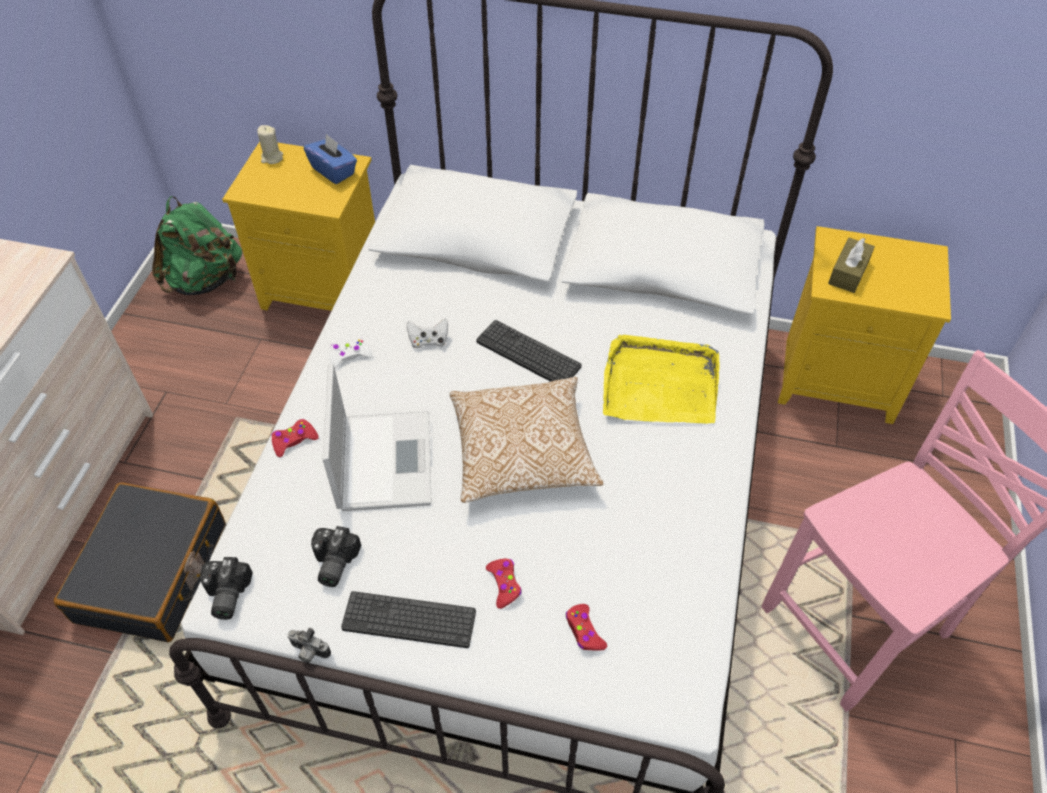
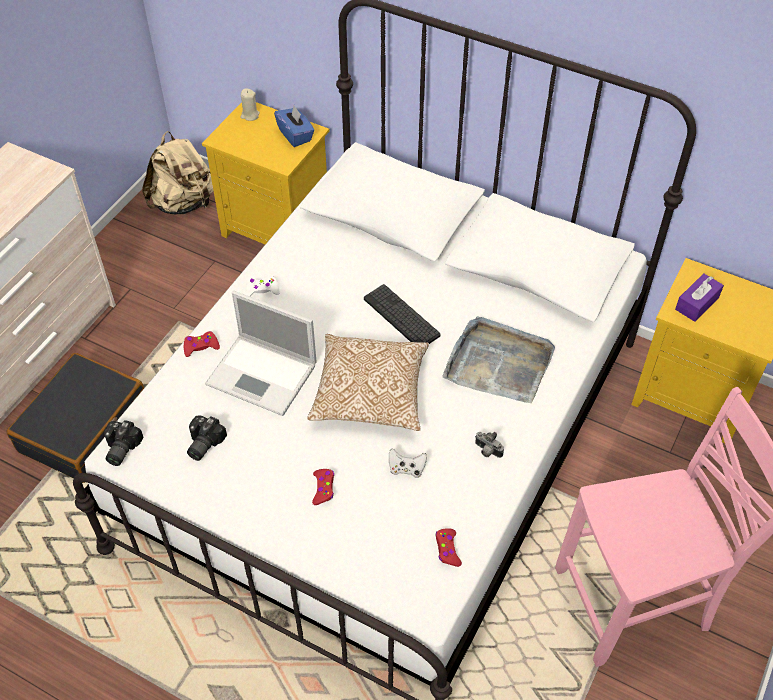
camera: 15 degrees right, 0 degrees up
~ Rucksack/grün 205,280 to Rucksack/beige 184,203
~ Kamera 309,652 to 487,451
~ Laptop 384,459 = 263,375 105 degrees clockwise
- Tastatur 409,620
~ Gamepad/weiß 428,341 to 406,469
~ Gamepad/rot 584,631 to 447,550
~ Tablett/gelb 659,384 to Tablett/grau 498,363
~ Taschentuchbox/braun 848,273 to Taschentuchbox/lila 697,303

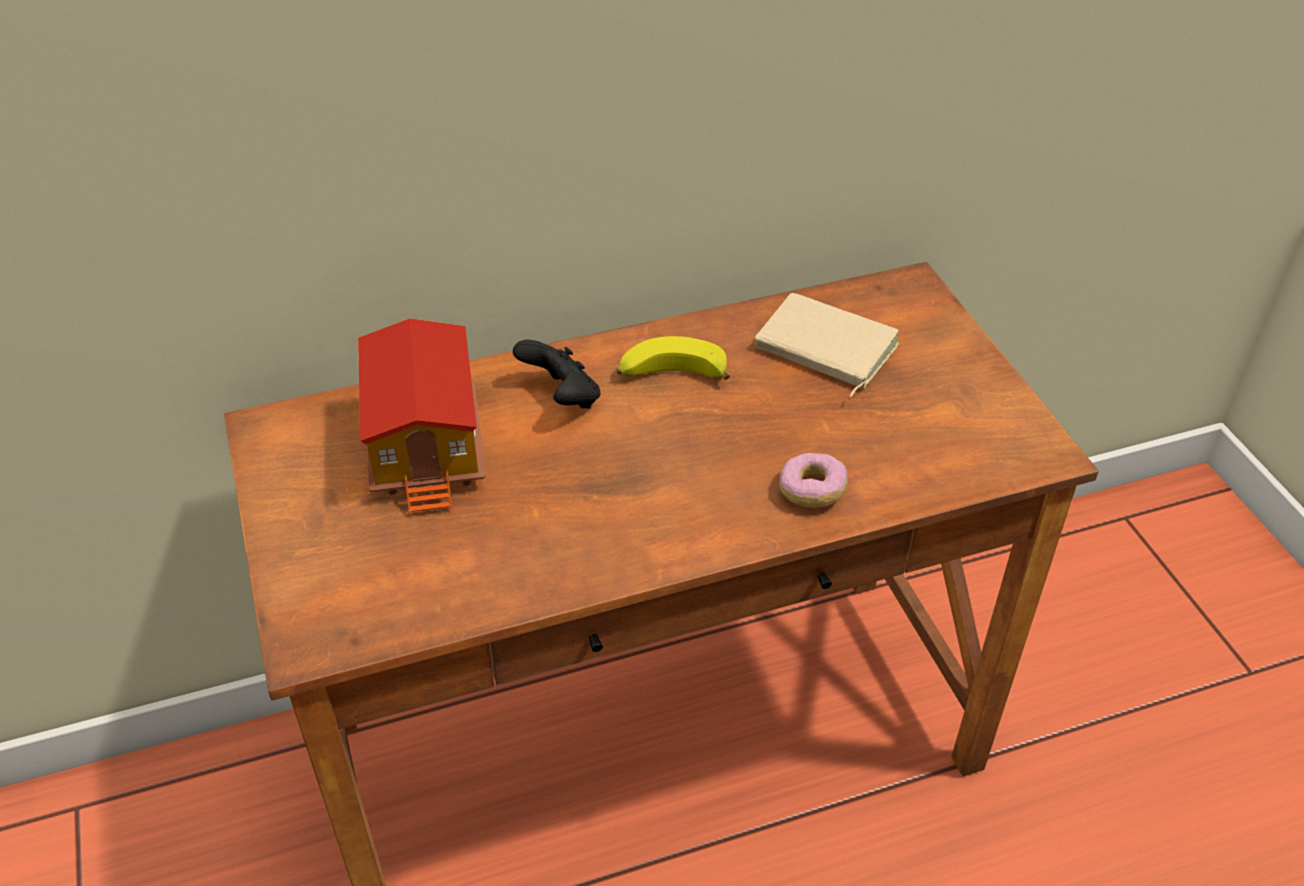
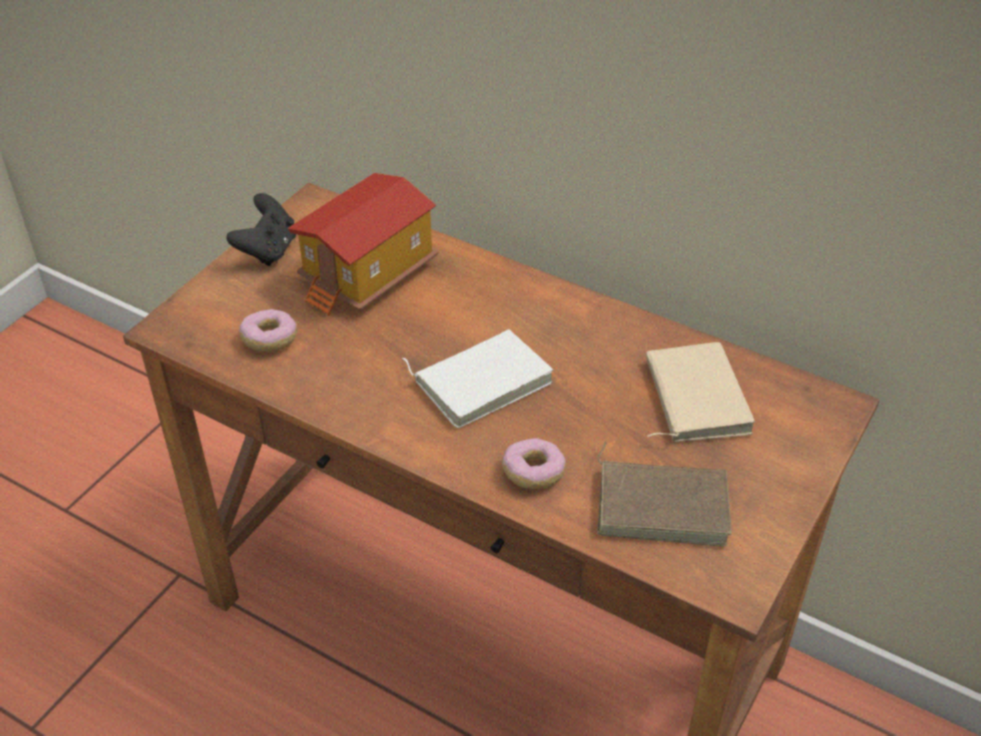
camera: 50 degrees right, 0 degrees up
~ Gamepad/schwarz 562,397 to 268,250
- Banane 671,376
+ Donut 270,340
+ Buch/weiß 481,380
+ Buch/braun 663,504

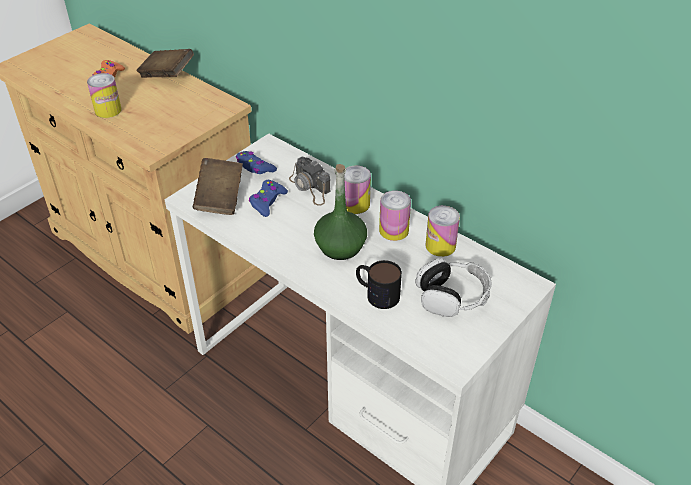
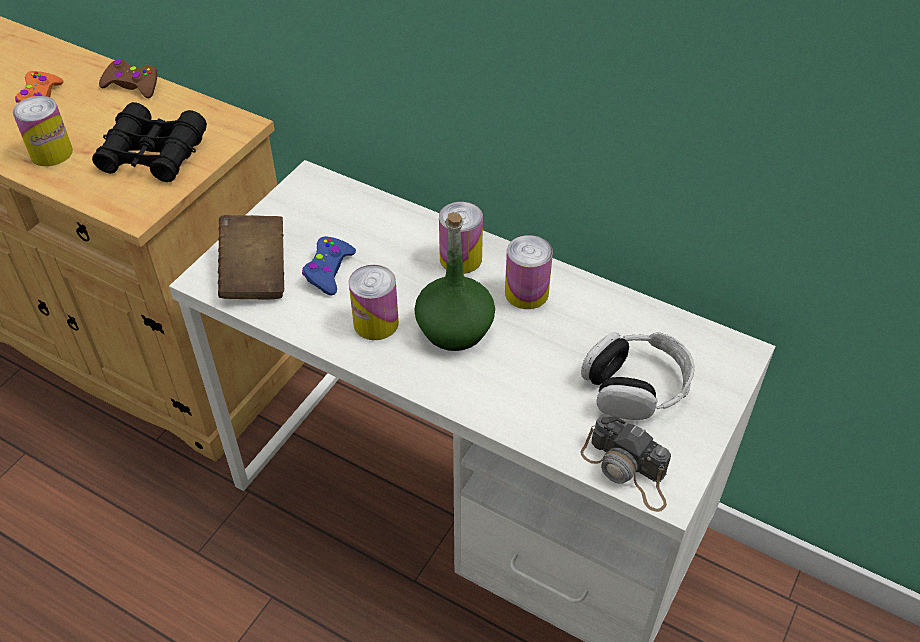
camera: 10 degrees left, 5 degrees up
~ Buch/braun 167,75 to Gamepad/braun 132,85
- Gamepad/blau 255,167
~ Kamera 310,187 to 627,471
- Henkelbecher 376,293
~ Dose 440,246 to 376,323
+ Fernglas/schwarz 153,154

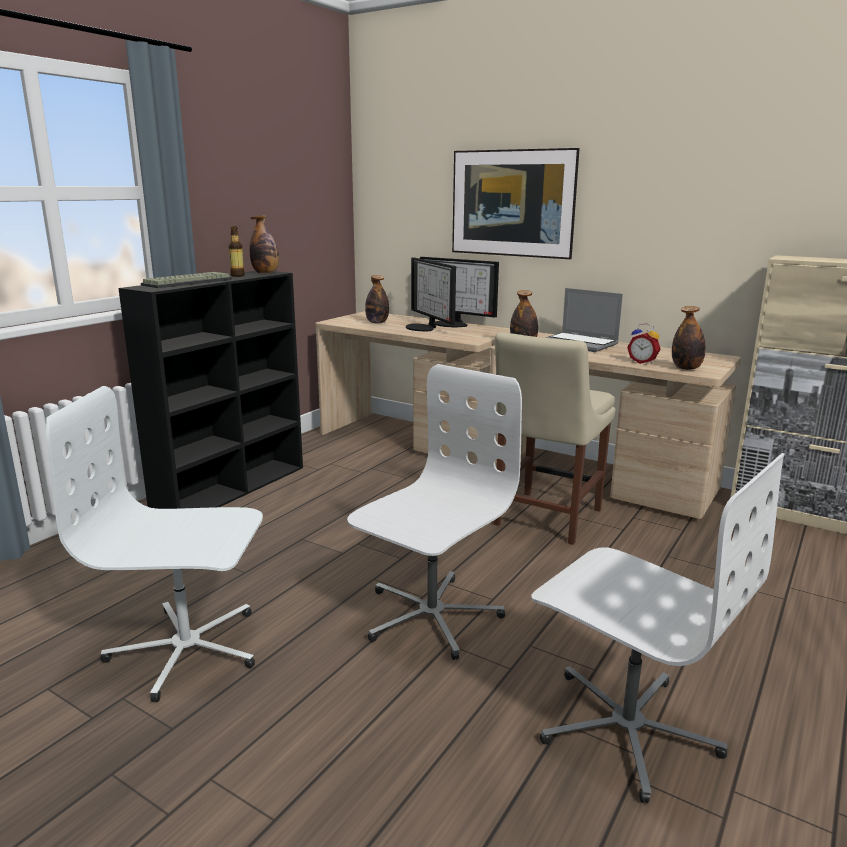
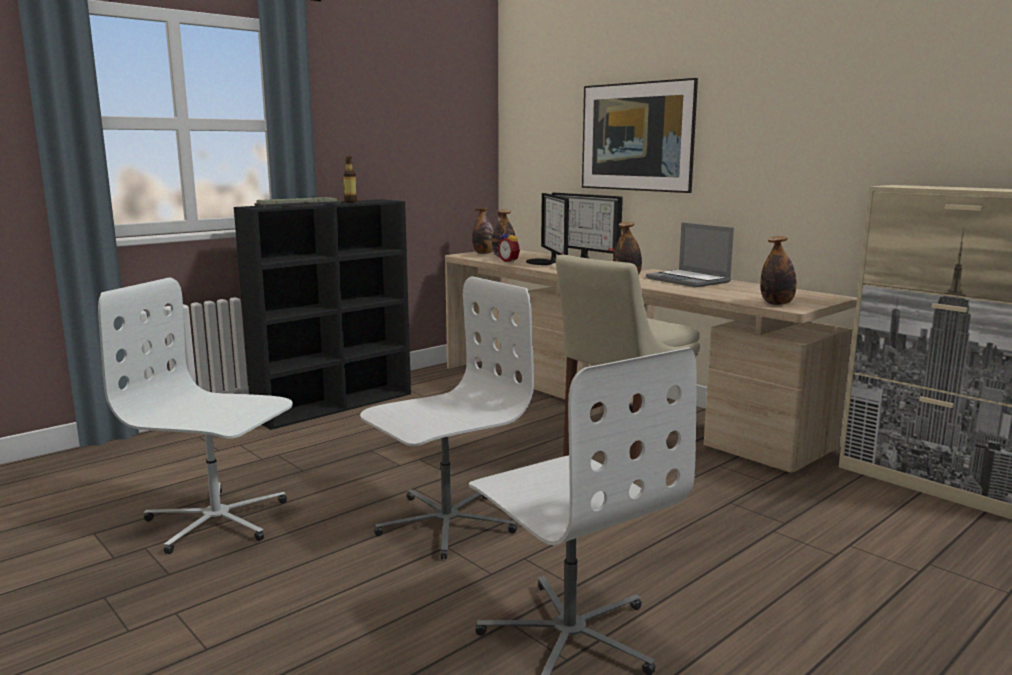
camera: 15 degrees right, 5 degrees down
~ Flasche 265,273 to 484,253
~ Wecker 643,362 to 510,261

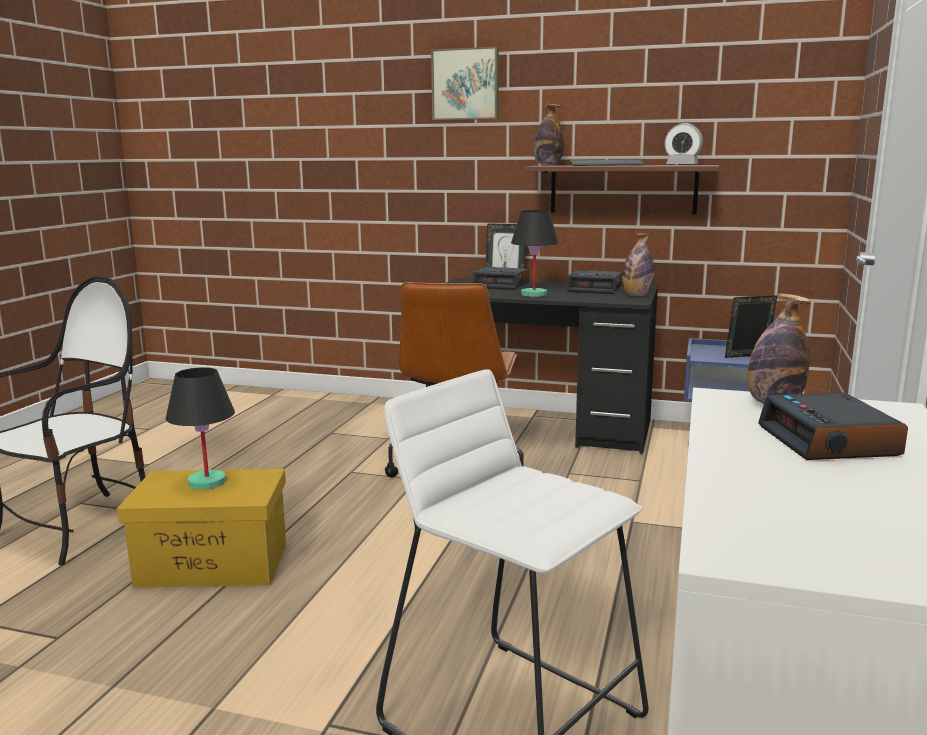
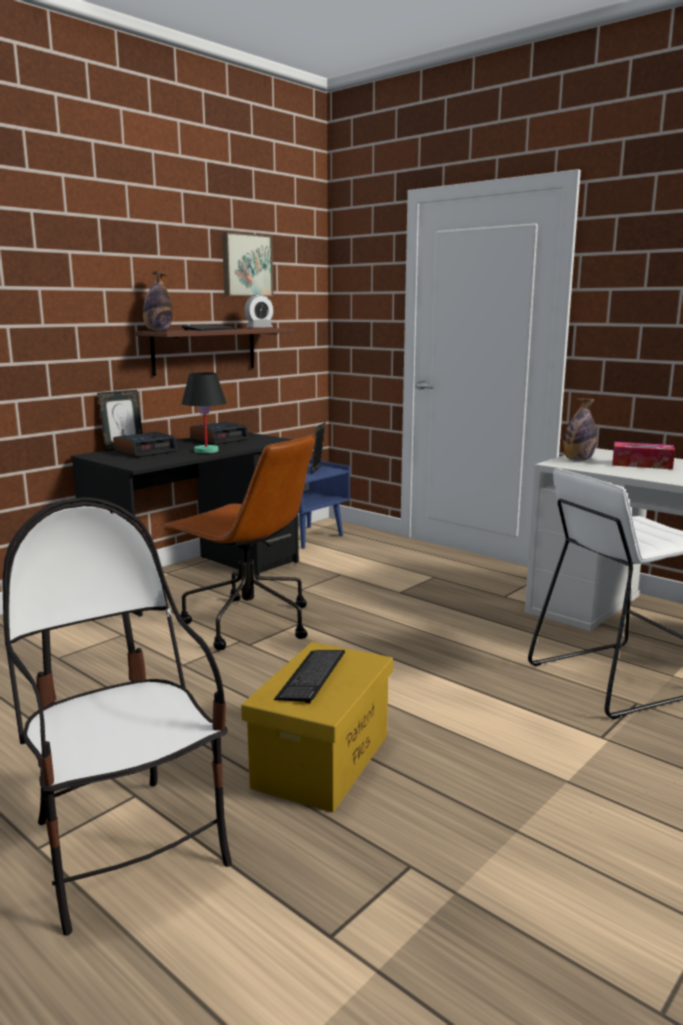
camera: 65 degrees left, 0 degrees up
~ Tischlampe/schwarz 206,482 to Tastatur 311,677
~ Bild 466,84 to 246,265
- Flasche 636,295
~ Wecker 829,441 to Taschentuchbox 641,464

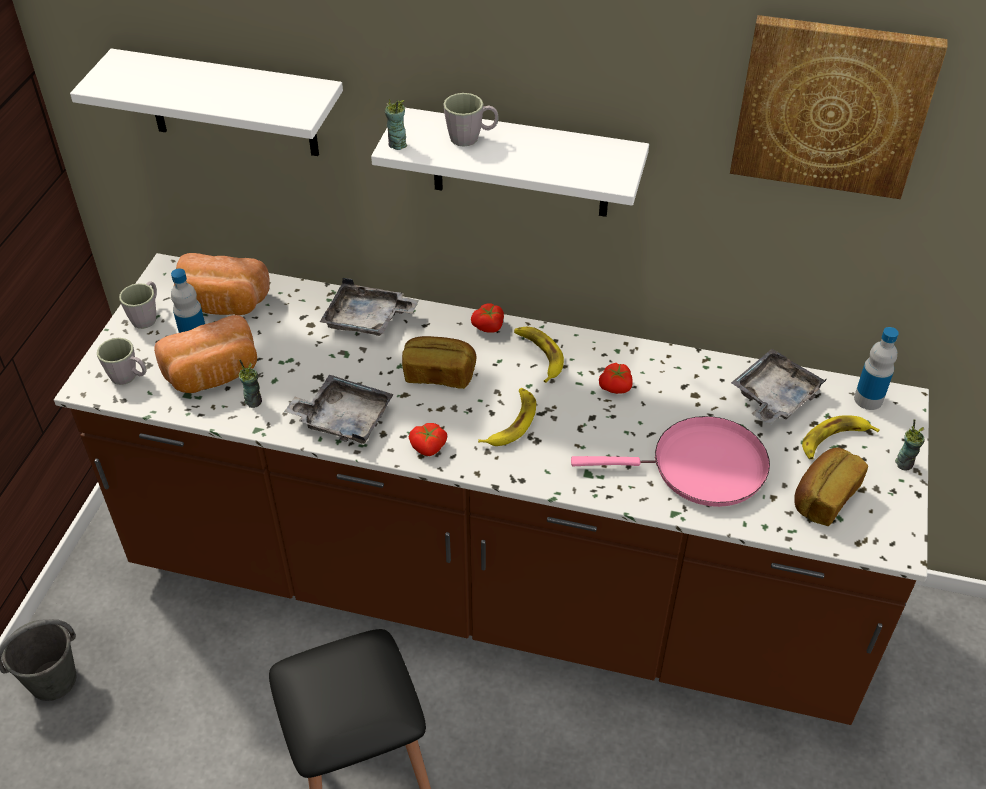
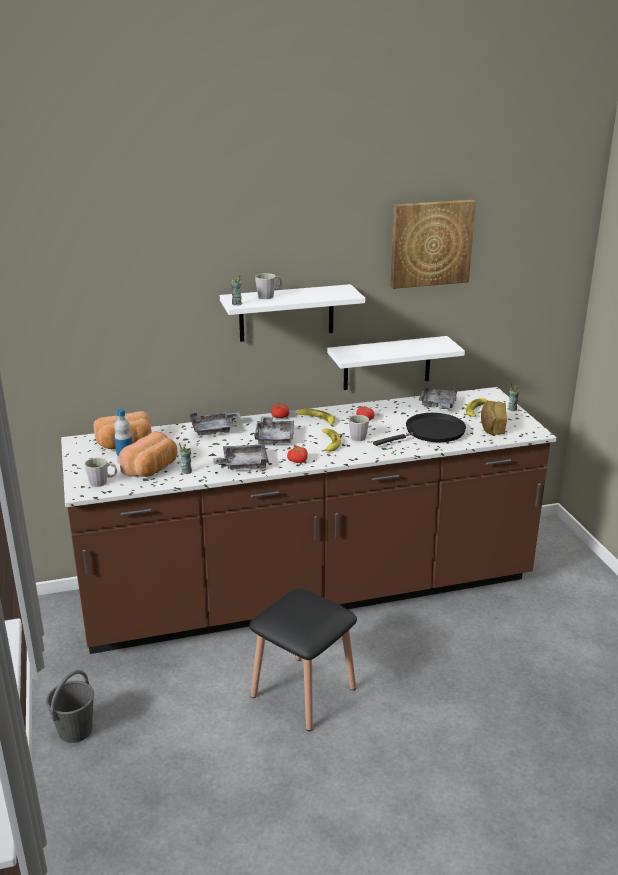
camera: 30 degrees left, 20 degrees down
~ Wandregal/weiß 231,104 to 387,363
~ Henkelbecher/grau 147,316 to 357,436
~ Brot 439,374 to Tablett/grau 274,437
~ Pfanne/rosa 700,467 to Pfanne/schwarz 431,433
- Flasche 868,399

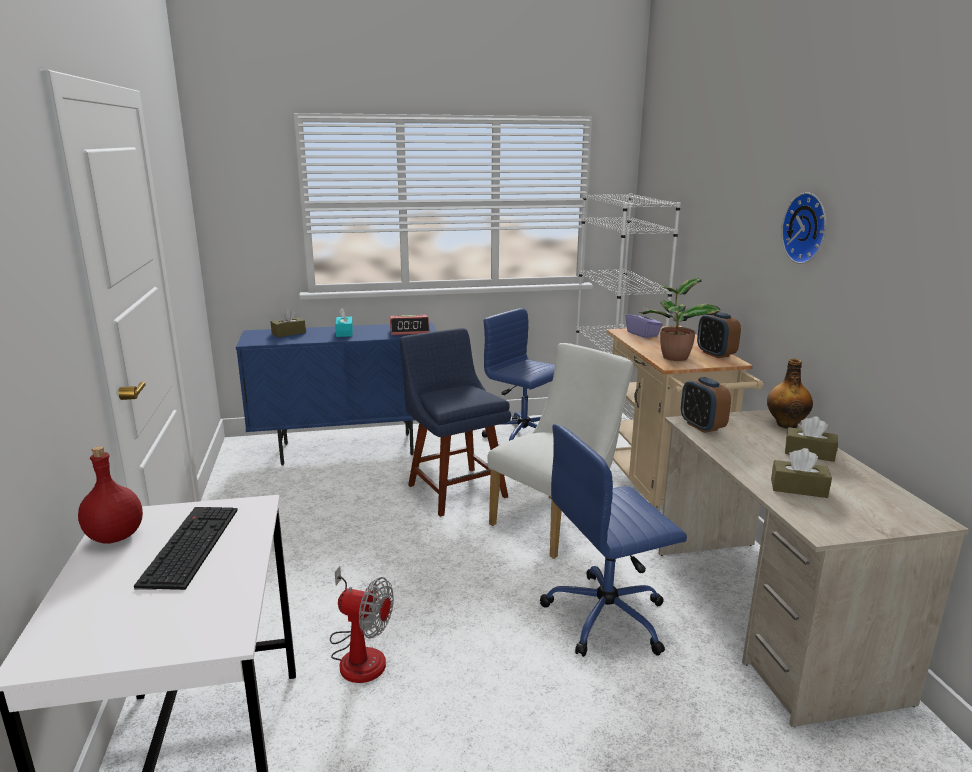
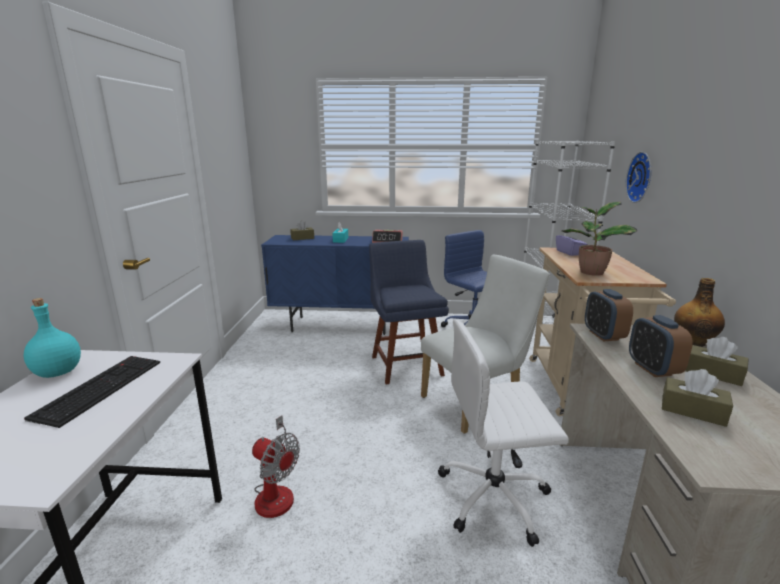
camera: 15 degrees right, 0 degrees up
~ Flasche/rot 115,536 to Flasche/türkis 58,372
~ Bürostuhl/blau 608,617 to Bürostuhl/weiß 495,496
~ Wecker 715,354 to 653,369
~ Wanduhr 808,228 to 642,177

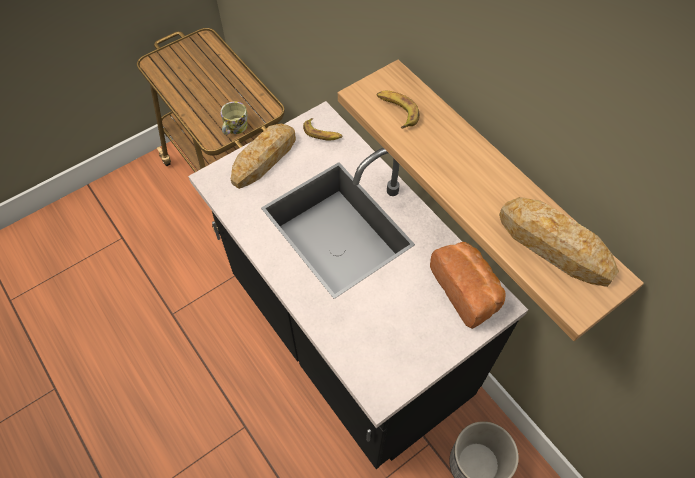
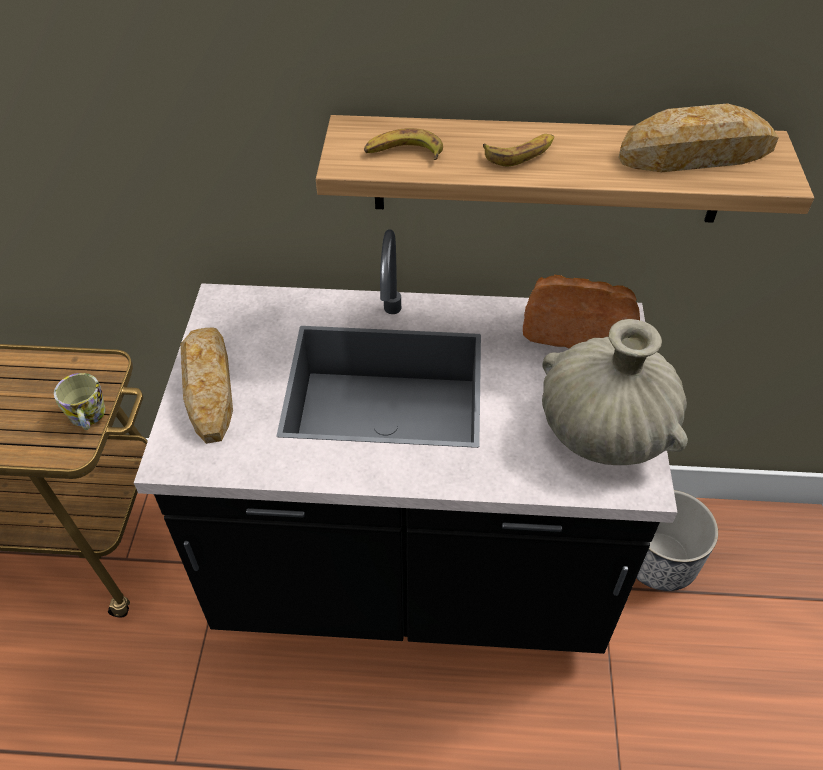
camera: 50 degrees left, 10 degrees down
~ Banane 322,133 to 520,153
+ Vase/beige 604,430

